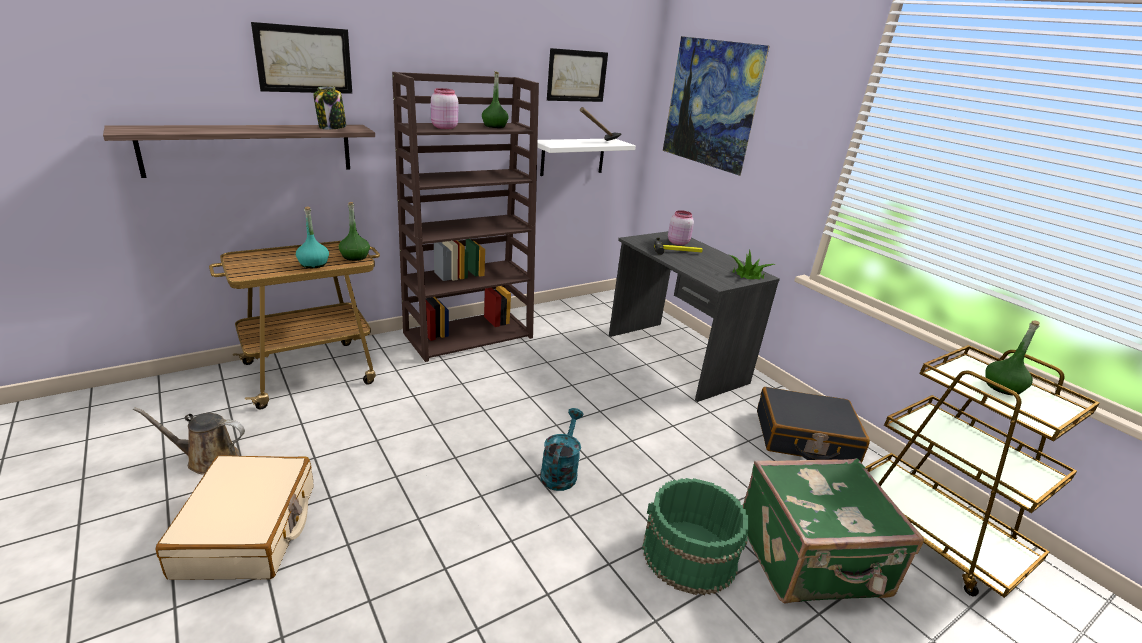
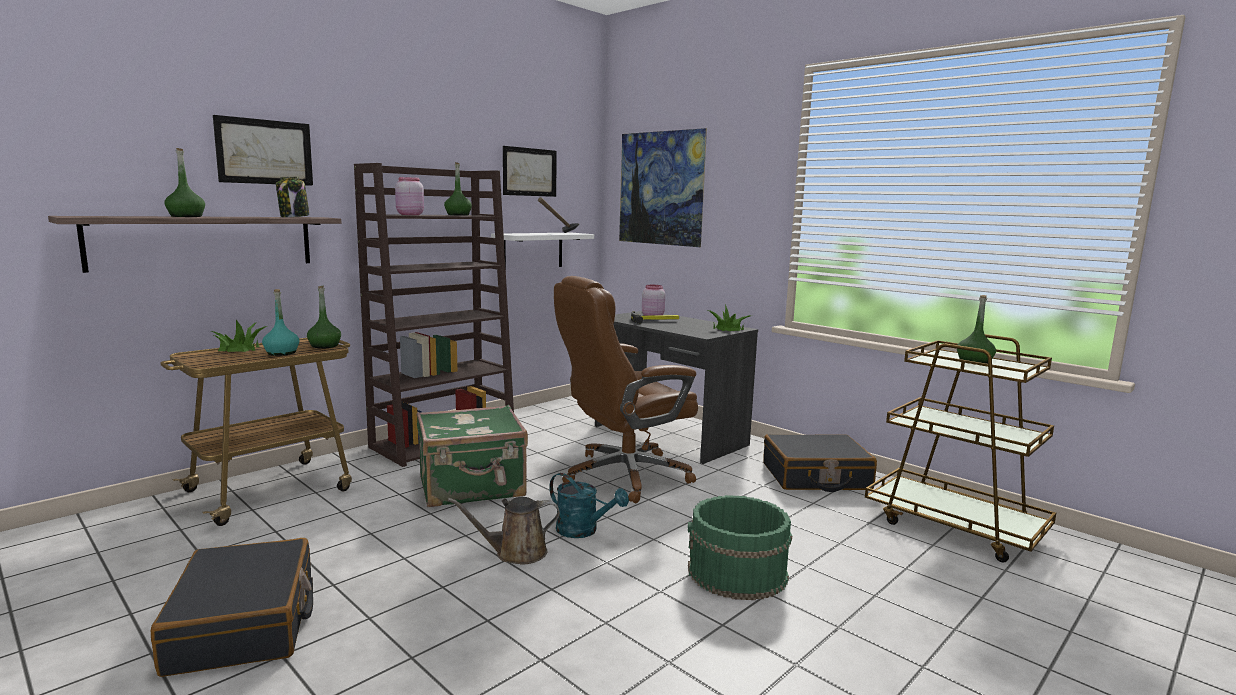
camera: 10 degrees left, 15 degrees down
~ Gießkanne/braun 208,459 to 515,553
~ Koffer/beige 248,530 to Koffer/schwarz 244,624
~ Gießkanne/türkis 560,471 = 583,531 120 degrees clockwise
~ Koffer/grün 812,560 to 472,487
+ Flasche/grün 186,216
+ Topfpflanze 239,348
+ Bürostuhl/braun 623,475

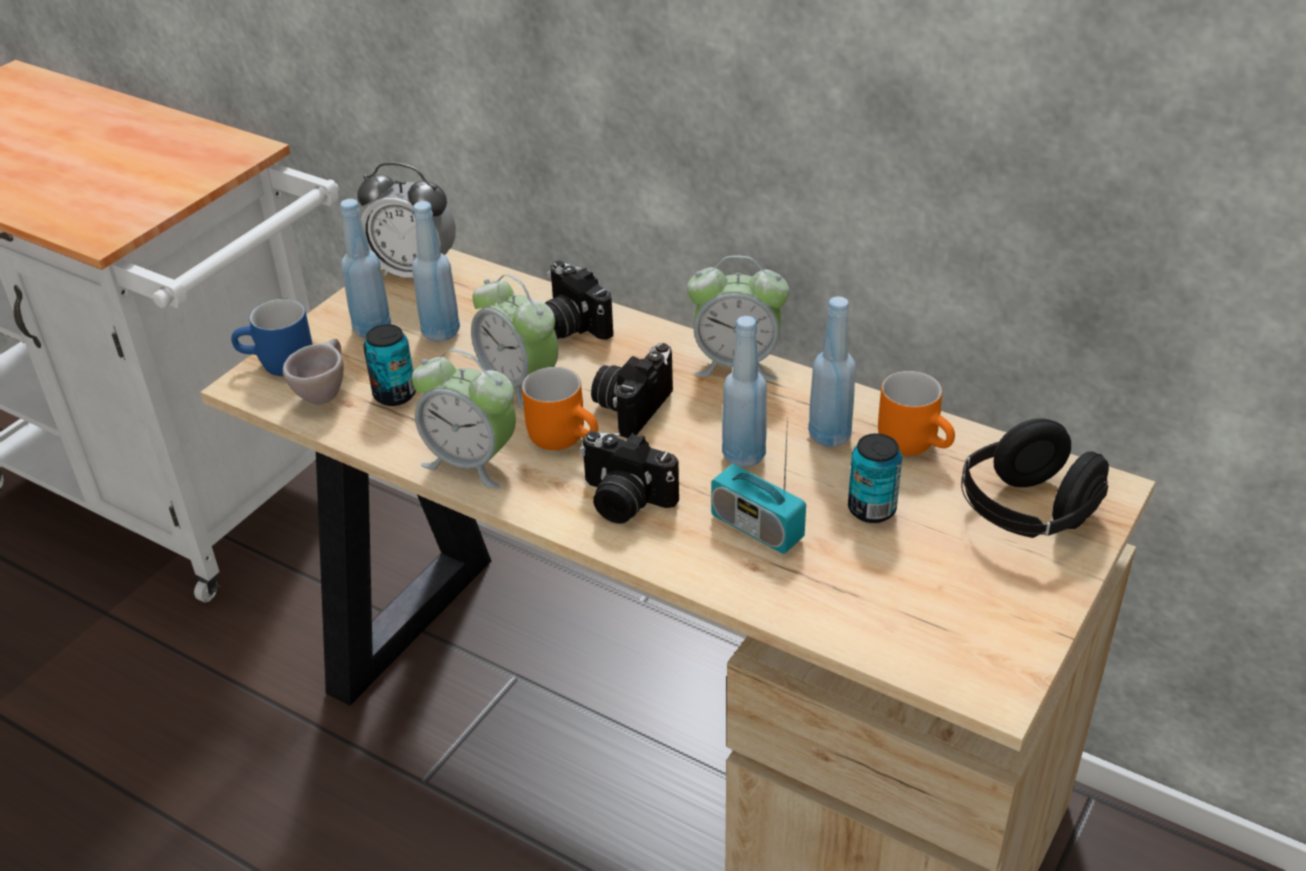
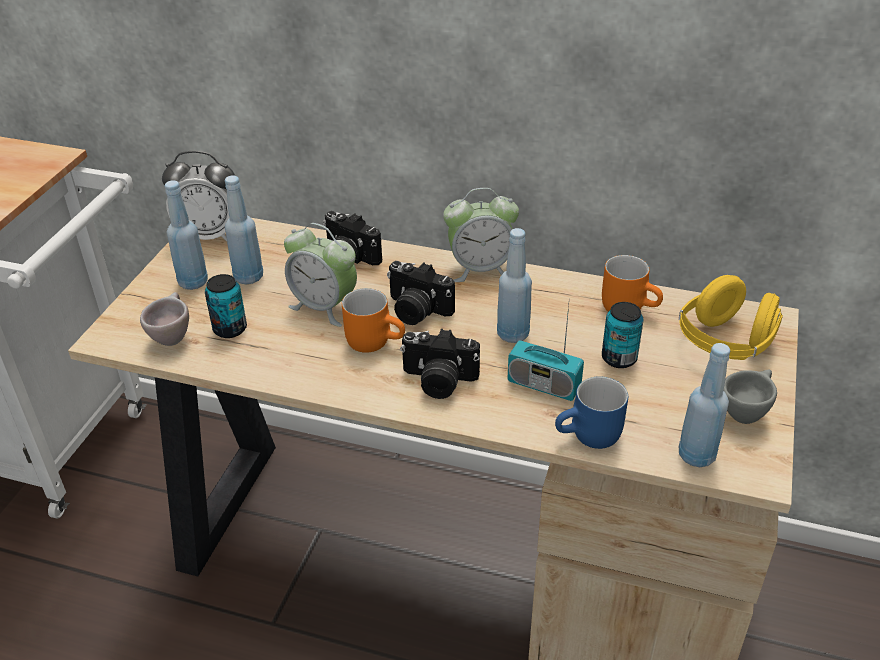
camera: 15 degrees left, 0 degrees up
~ Henkelbecher/blau 279,365 to 590,438
- Wecker 471,462
~ Kamera 631,406 = 416,311 75 degrees counterclockwise
~ Flasche/blau 830,435 to 696,455
~ Kopfhörer/schwarz 1027,513 to Kopfhörer/gelb 725,343
+ Tasse/grau 745,412

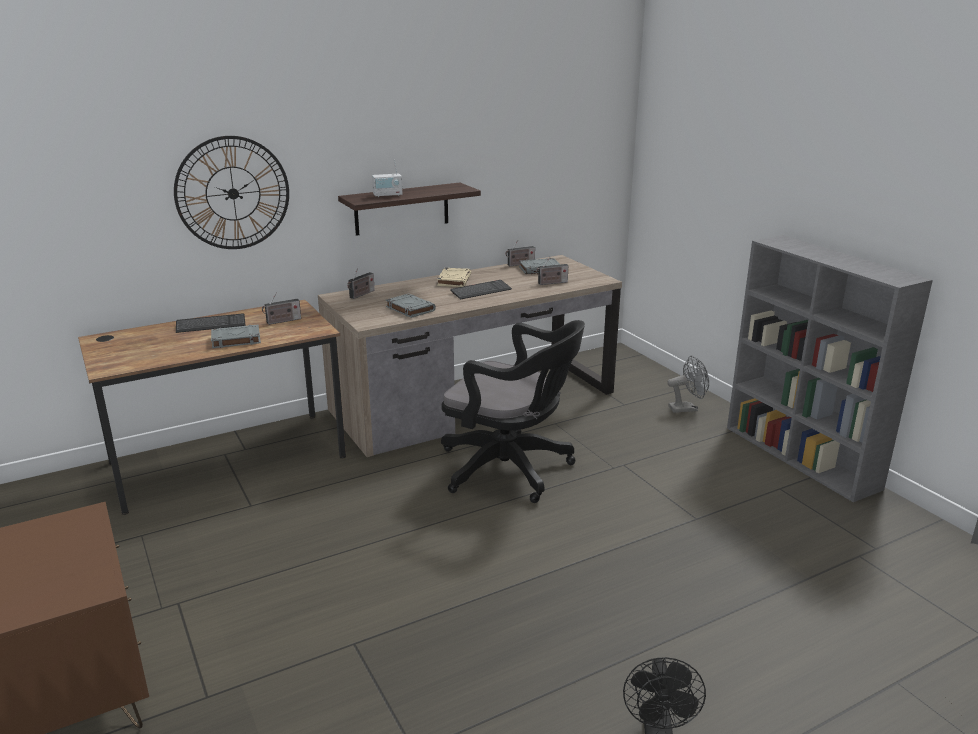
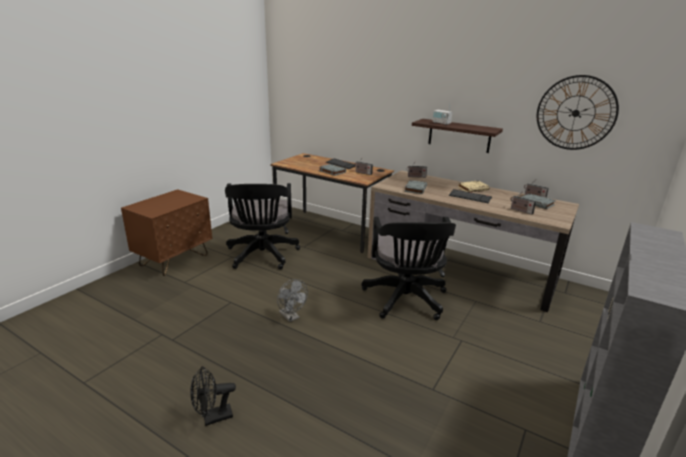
camera: 60 degrees right, 0 degrees up
~ Wanduhr 233,193 to 575,113
~ Ventilator/grau 687,408 to 291,317
+ Bürostuhl/schwarz 262,256

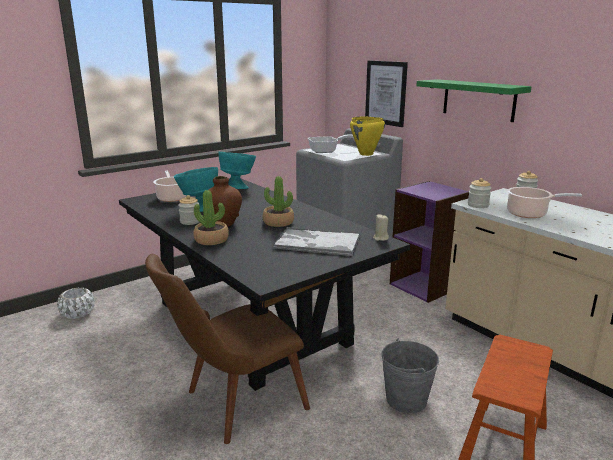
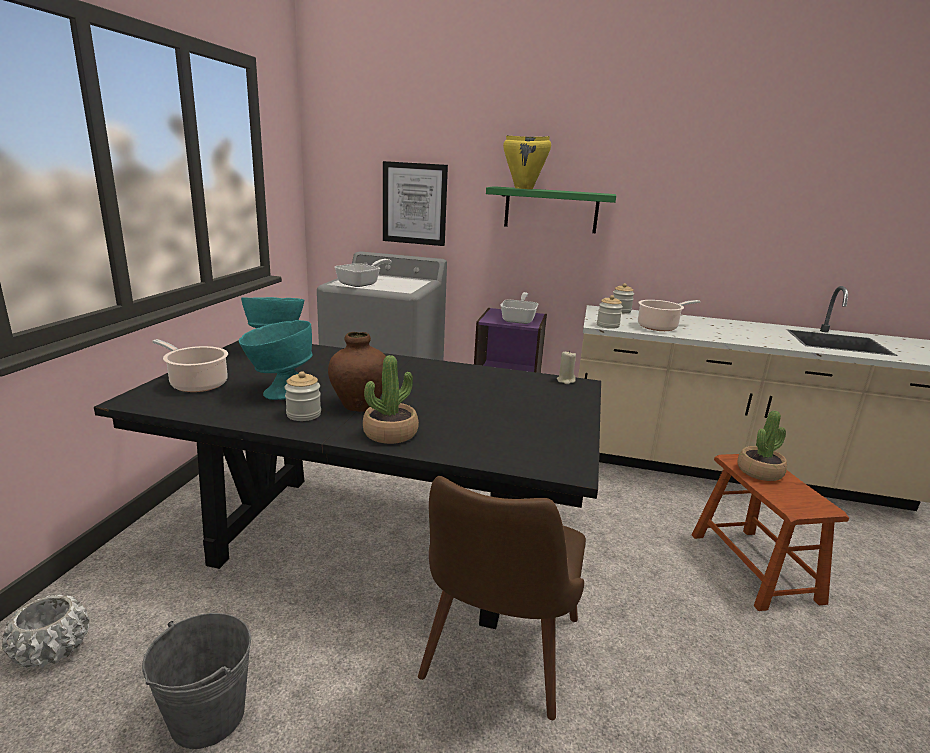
camera: 40 degrees left, 0 degrees up
~ Topfpflanze 278,222 to 759,472
- Tablett 316,242
~ Kochtopf/gelb 366,154 to 524,188
~ Eimer/grau 406,399 to 207,716
+ Pfanne 519,319

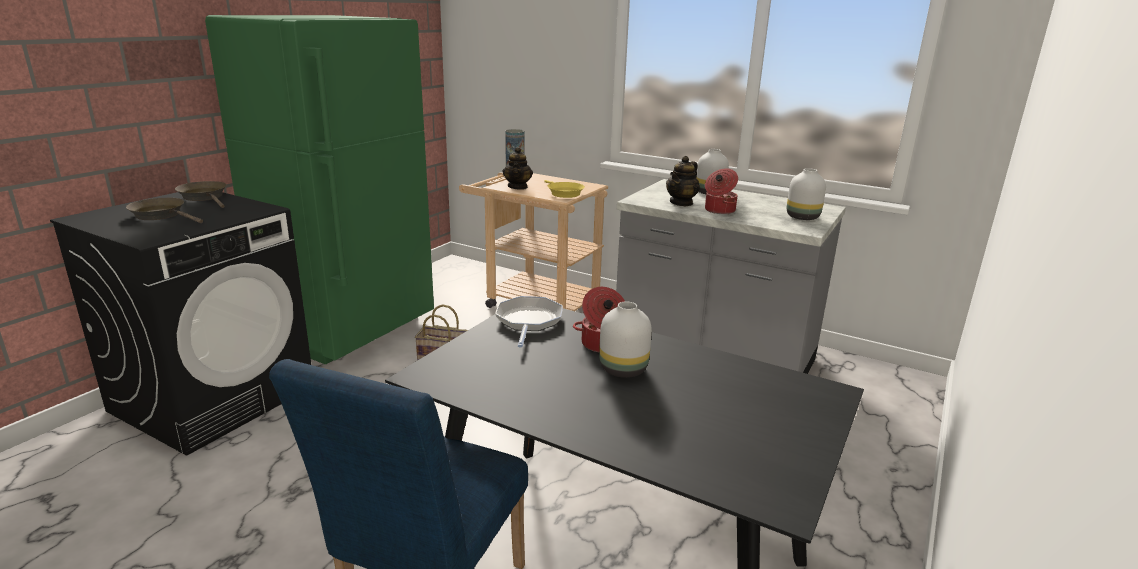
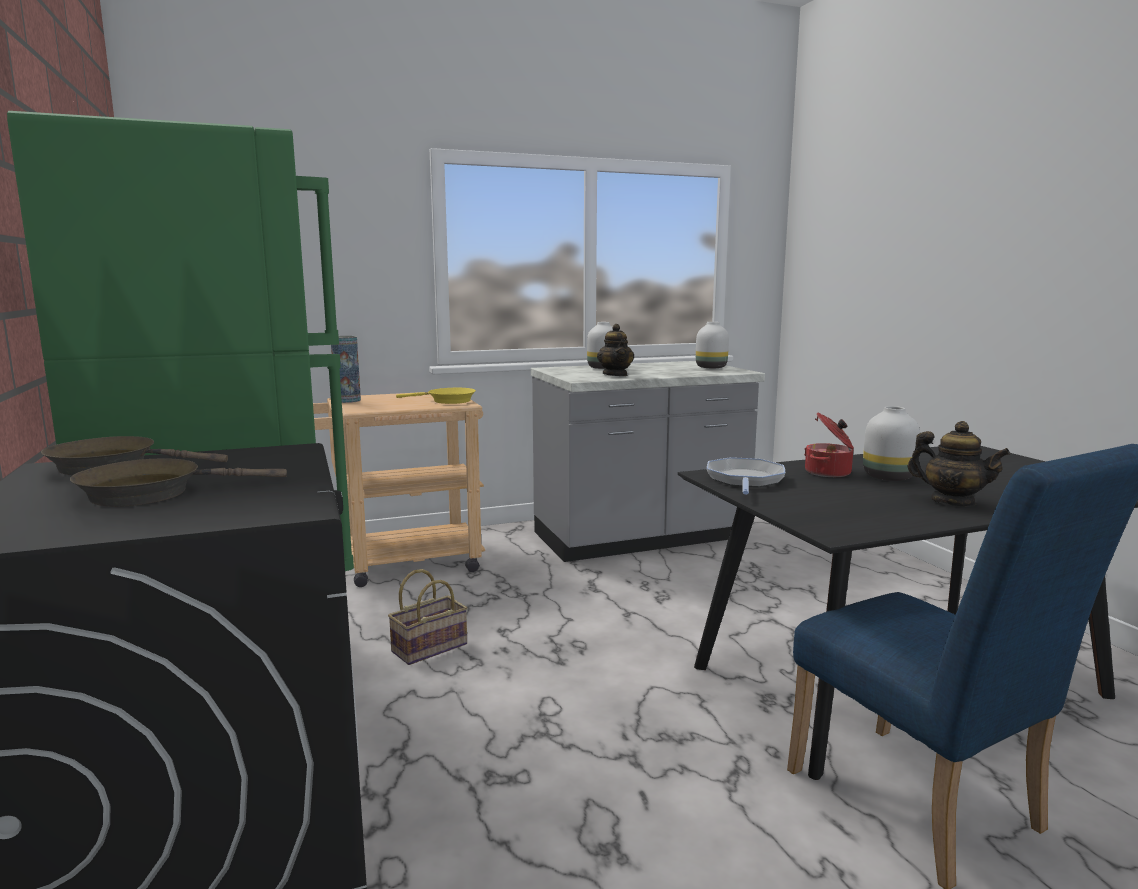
camera: 50 degrees left, 10 degrees down
~ Pfanne 528,321 = 744,480 60 degrees clockwise
~ Teekanne 518,187 to 952,502
- Kochtopf 719,210

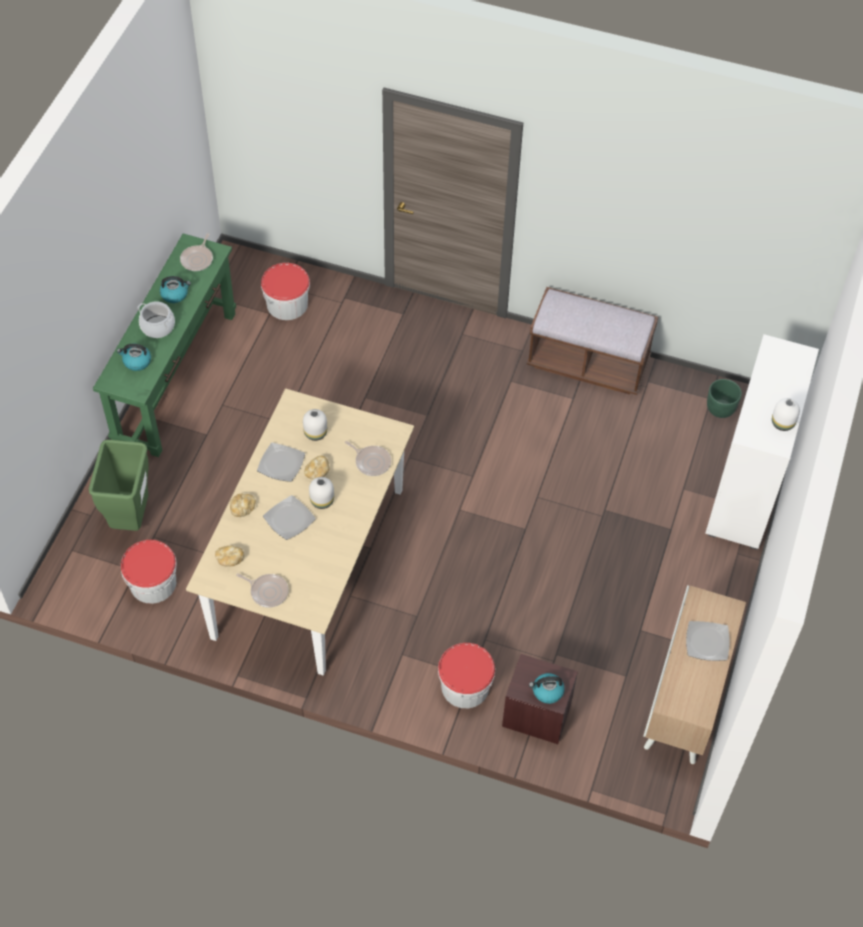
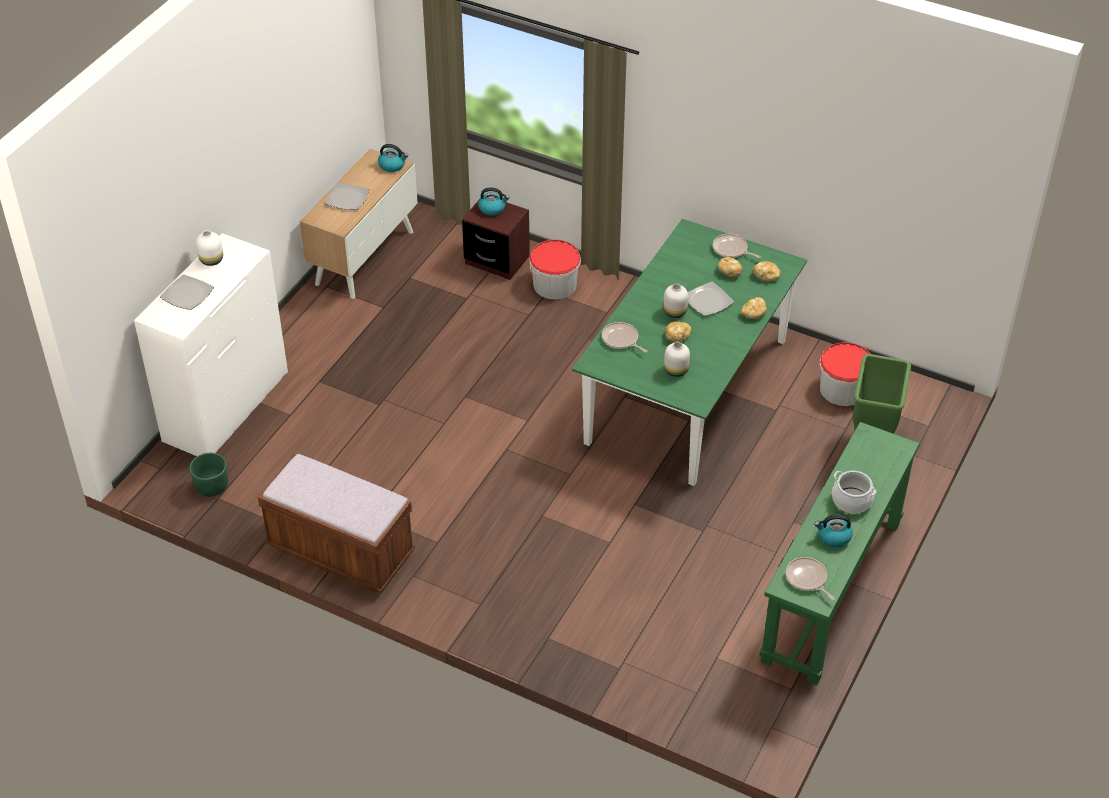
camera: 170 degrees left, 10 degrees down
~ Wasserkessel 136,362 to 392,165
~ Pfanne 198,259 = 807,579 60 degrees counterclockwise
~ Esstisch/beige 308,561 to Esstisch/grün 687,391
~ Teller 281,463 to 186,294
- Eimer 287,304
+ Brot 729,271

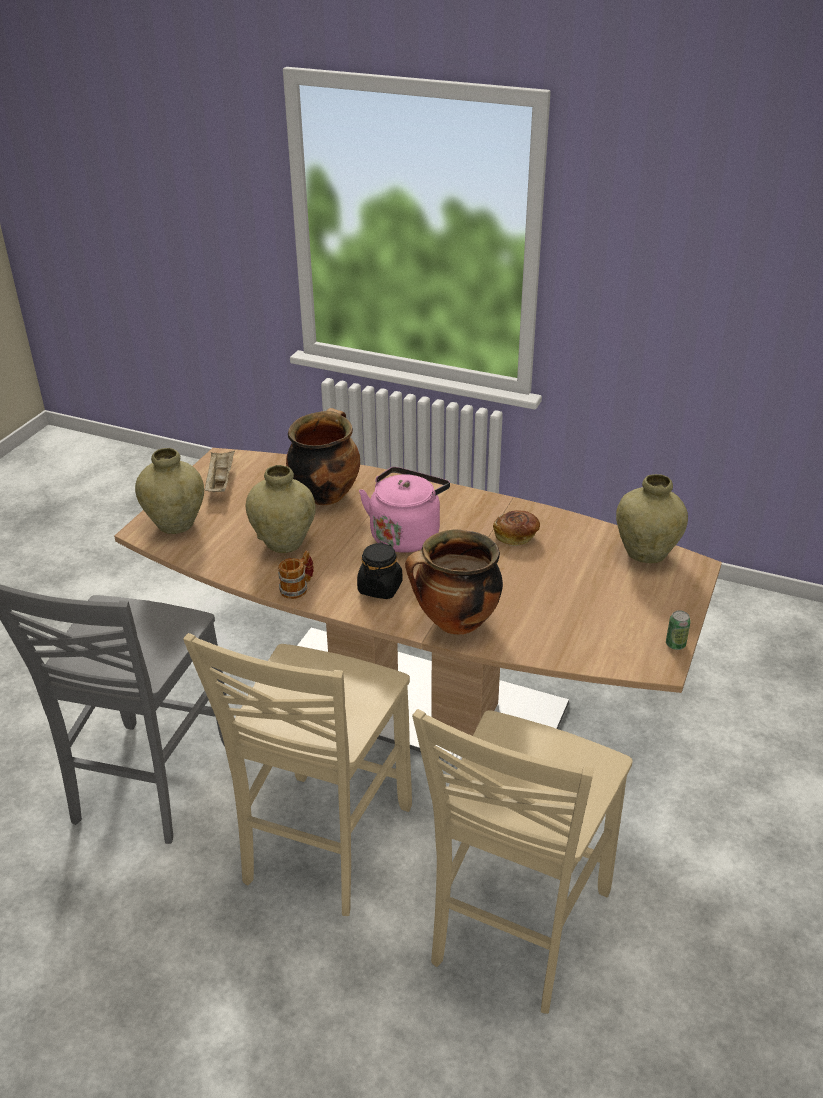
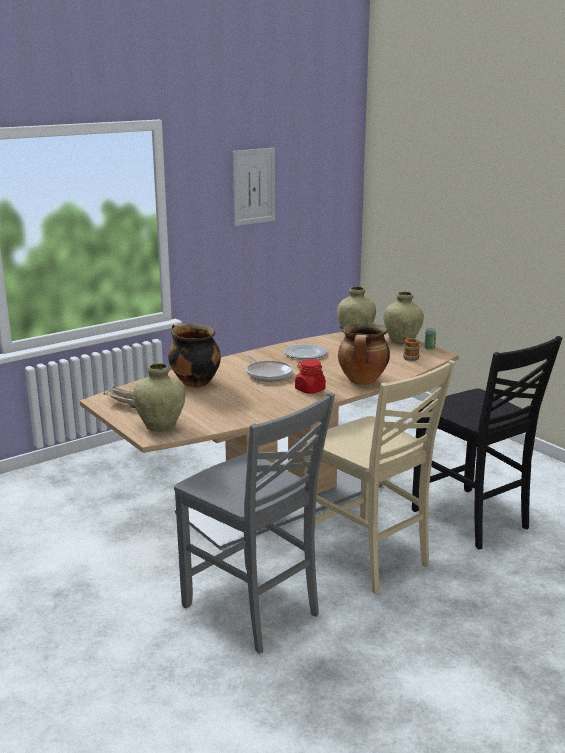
camera: 60 degrees left, 15 degrees down
~ Vase/beige 284,543 to 402,341
~ Henkelbecher 298,588 to 409,357
~ Vorratsglas/schwarz 380,588 to Vorratsglas/rot 310,390
~ Wasserkessel/rosa 406,535 to Pfanne 268,374
~ Stuhl/beige 516,927 to Stuhl/schwarz 472,519
~ Brot 516,536 to Teller 305,353
+ Bild 254,186

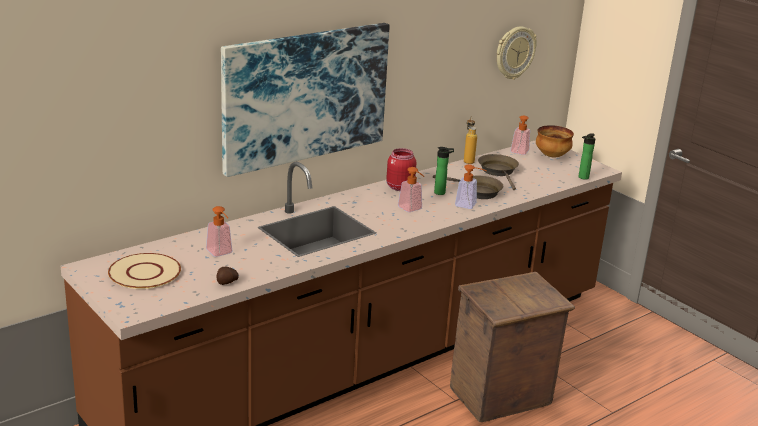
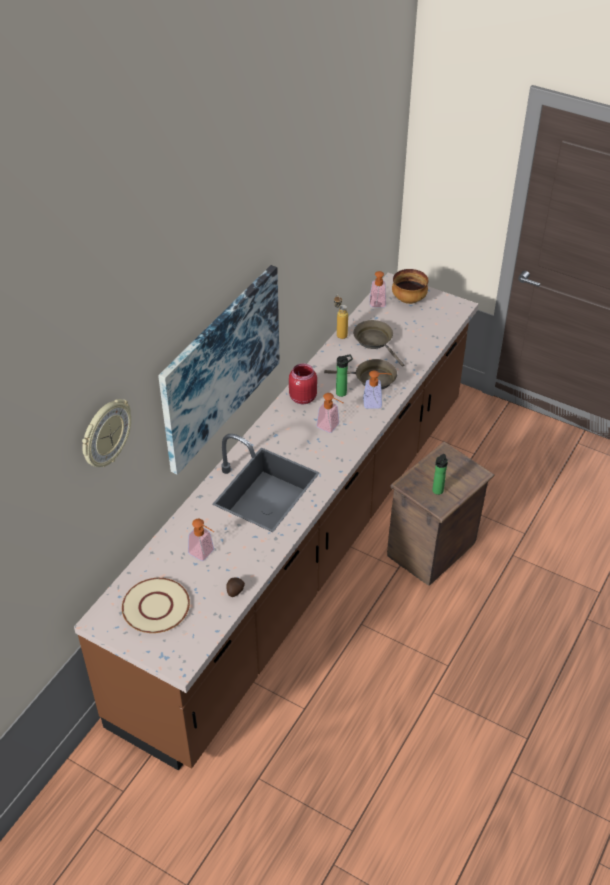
camera: 20 degrees left, 20 degrees up
~ Wanduhr 514,52 to 105,434
~ Flasche 582,178 to 437,492

